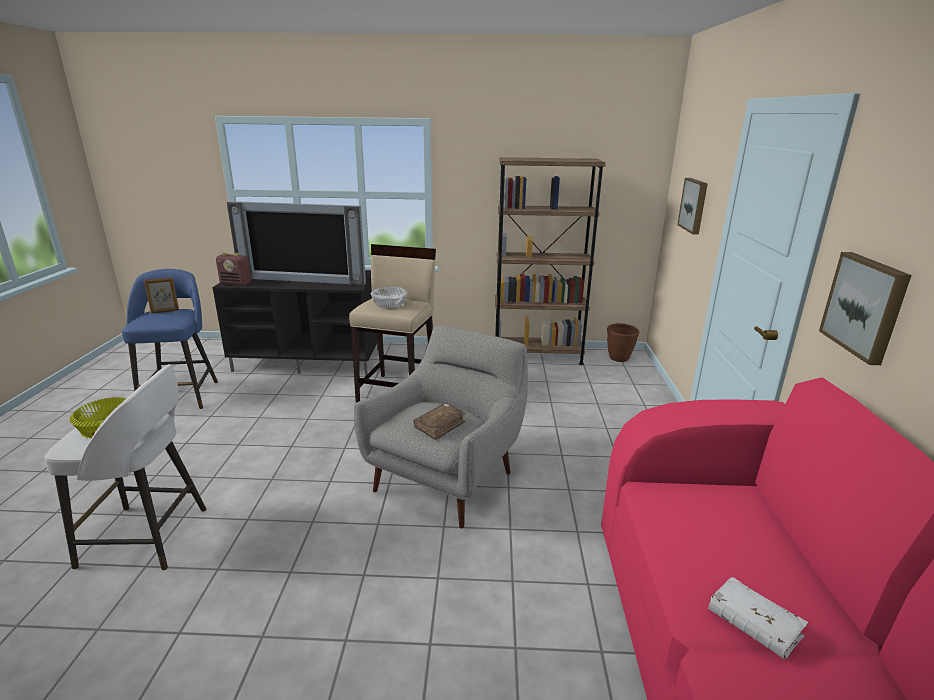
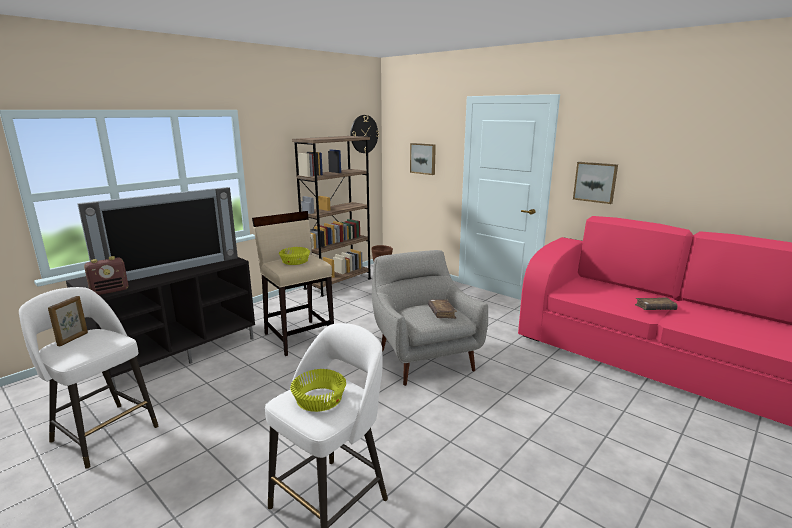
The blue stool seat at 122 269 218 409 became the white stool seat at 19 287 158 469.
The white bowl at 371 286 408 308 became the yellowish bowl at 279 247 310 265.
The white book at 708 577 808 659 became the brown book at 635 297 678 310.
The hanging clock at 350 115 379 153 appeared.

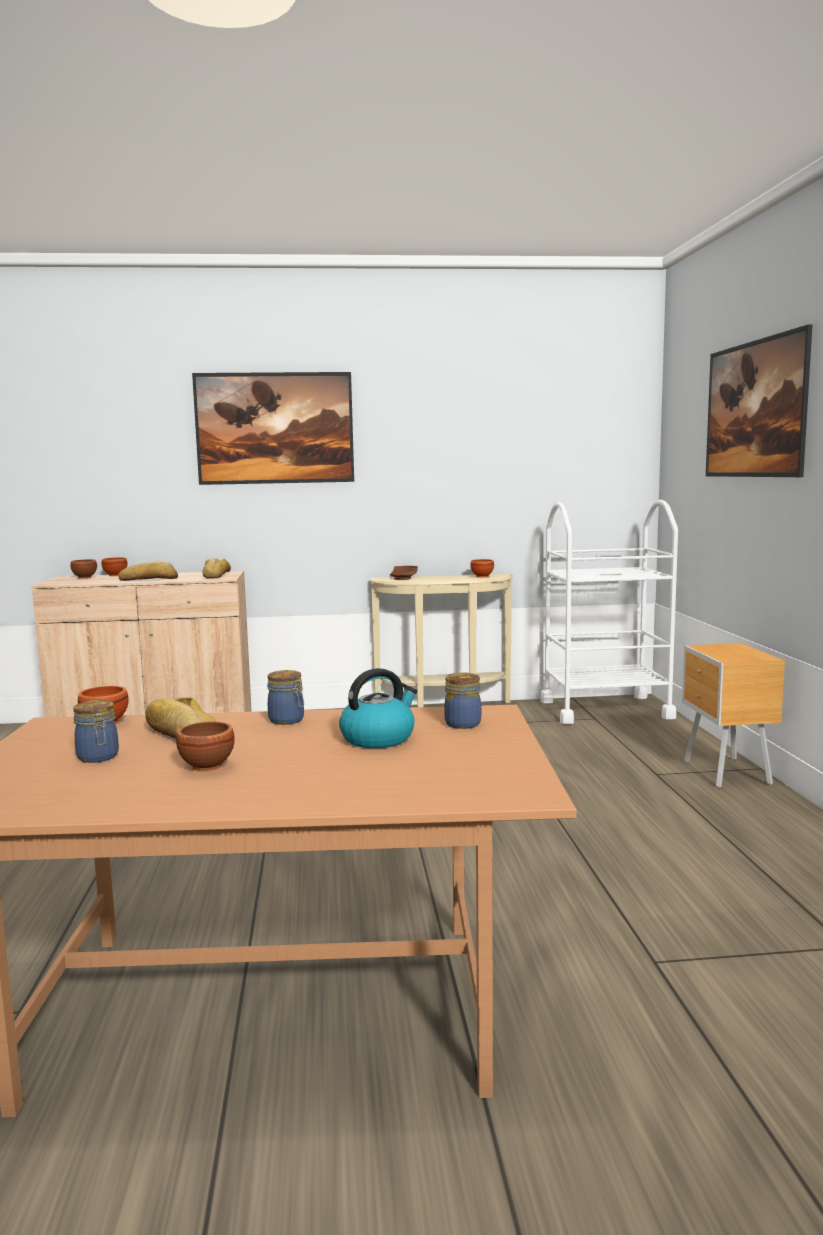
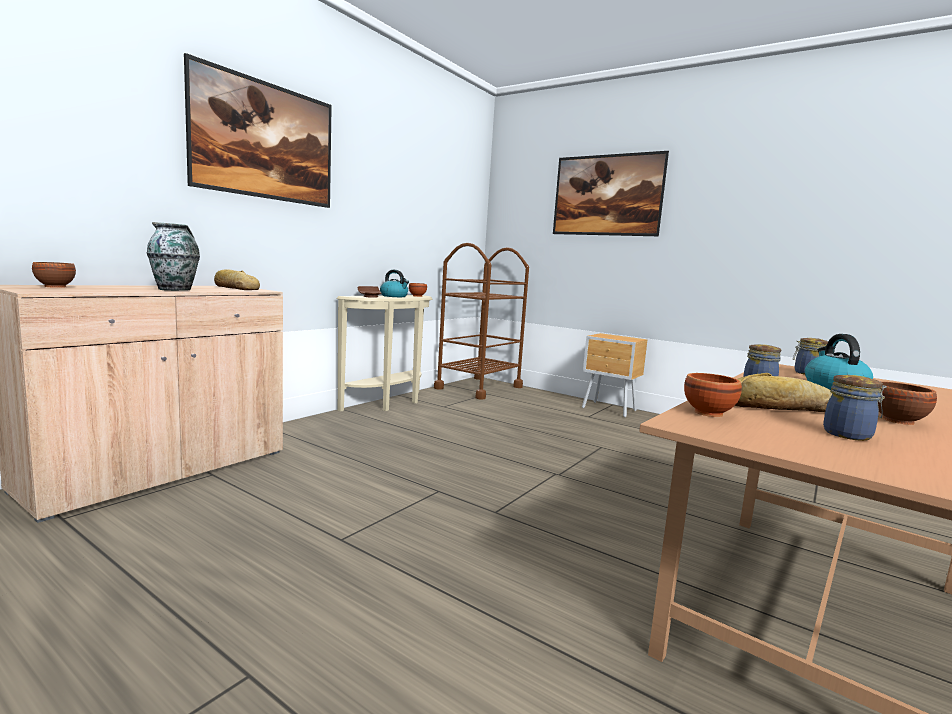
The white trolley at 541 500 678 724 became the brown trolley at 434 243 529 400.
The brown bowl at 101 557 127 576 disappeared.
The bread at 118 562 178 581 was replaced by the decorative vase at 147 222 200 291.
The kettle at 380 270 409 297 appeared.

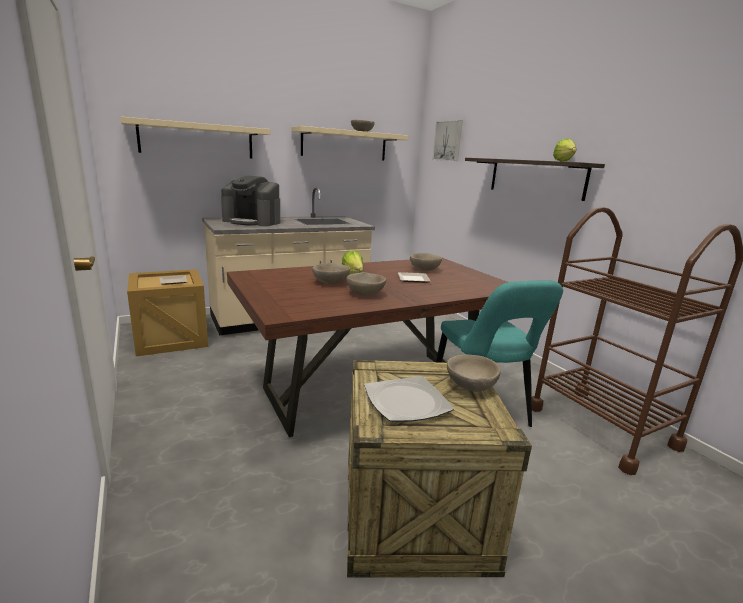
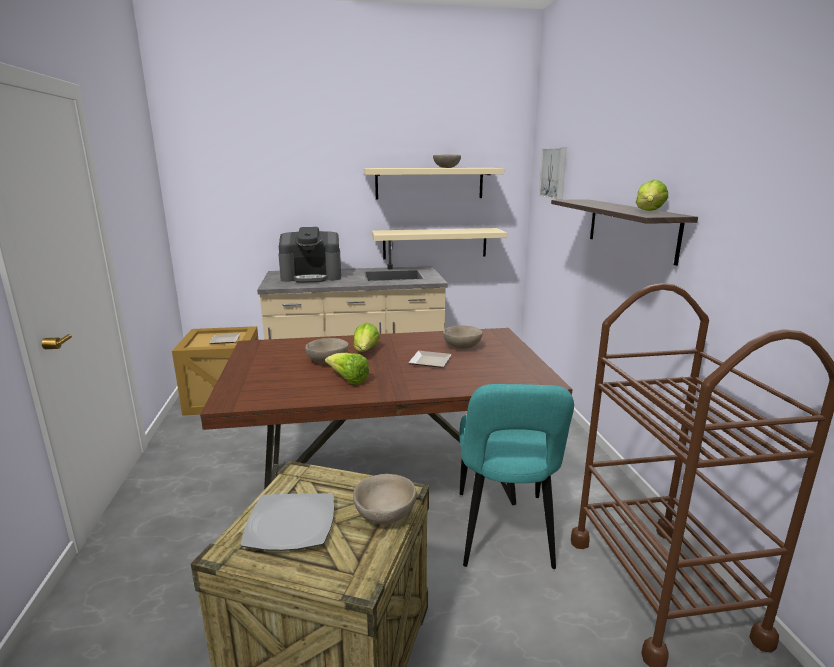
The beige-coloured wall shelf moved from 120 117 270 158 to 372 228 507 259.
The coffee maker at 221 176 280 226 turned 45 degrees counterclockwise.
The beige-coloured bowl at 346 272 386 296 was replaced by the lettuce at 325 353 369 385.

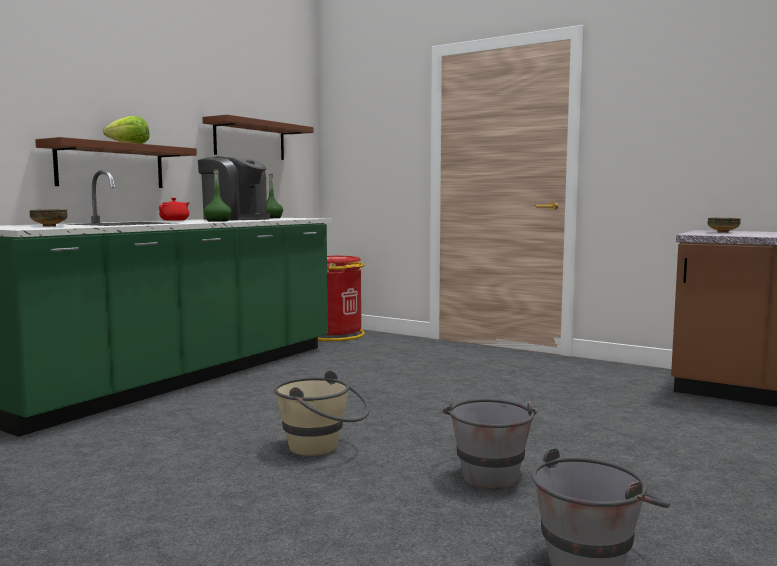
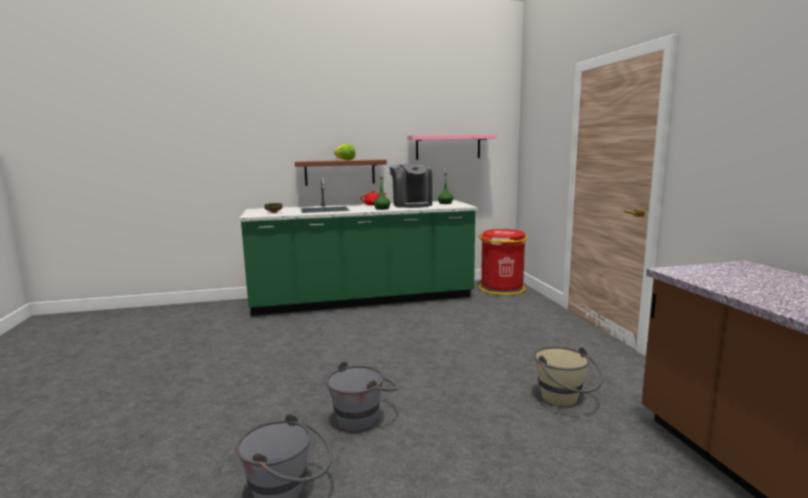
The brown wall shelf at 203 115 314 160 became the pink wall shelf at 407 134 497 160.
The bowl at 708 218 741 233 disappeared.
The beige-coloured bucket moved from 274 371 370 456 to 534 346 603 407.

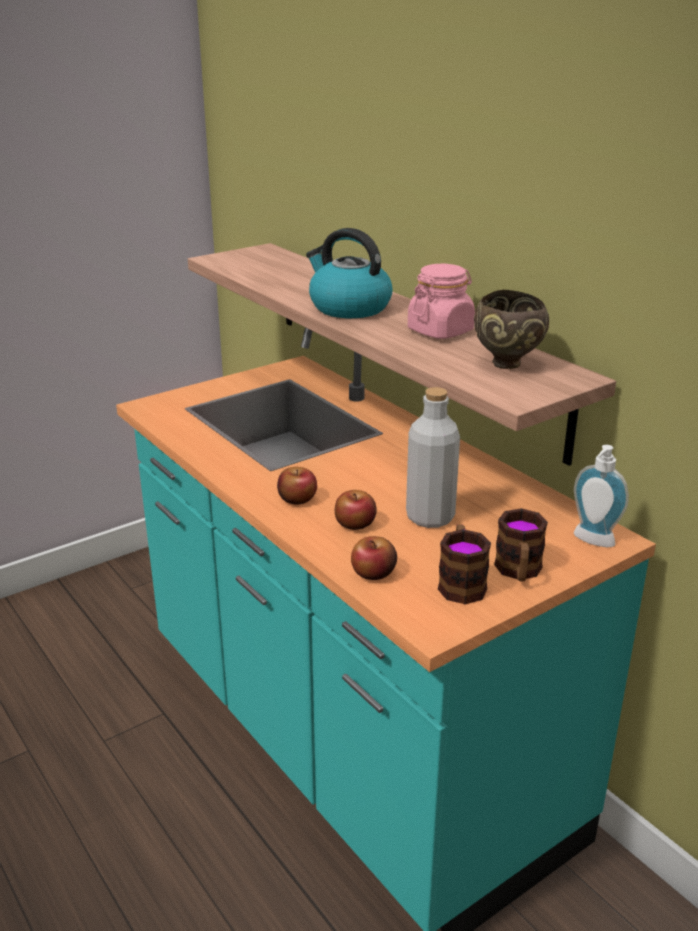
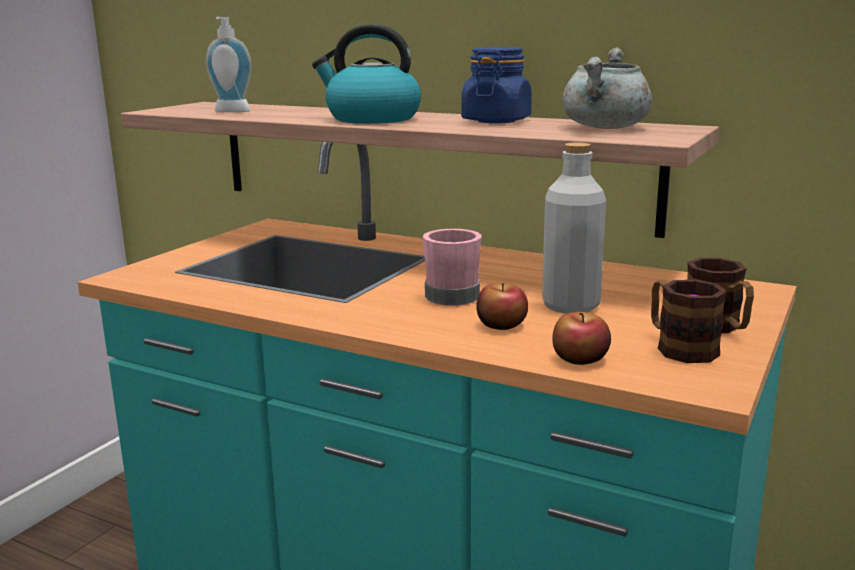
The pink preserve jar at 408 264 475 339 became the blue preserve jar at 461 47 532 123.
The brown bowl at 474 290 549 369 was replaced by the gray stockpot at 562 47 652 129.
The soap bottle moved from 574 445 629 547 to 206 17 252 112.
The apple at 277 467 317 504 disappeared.
The pink mug at 423 229 482 306 appeared.

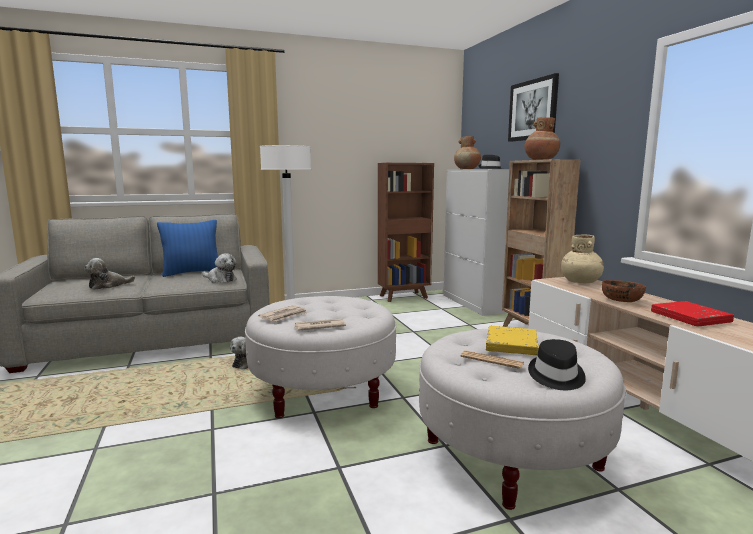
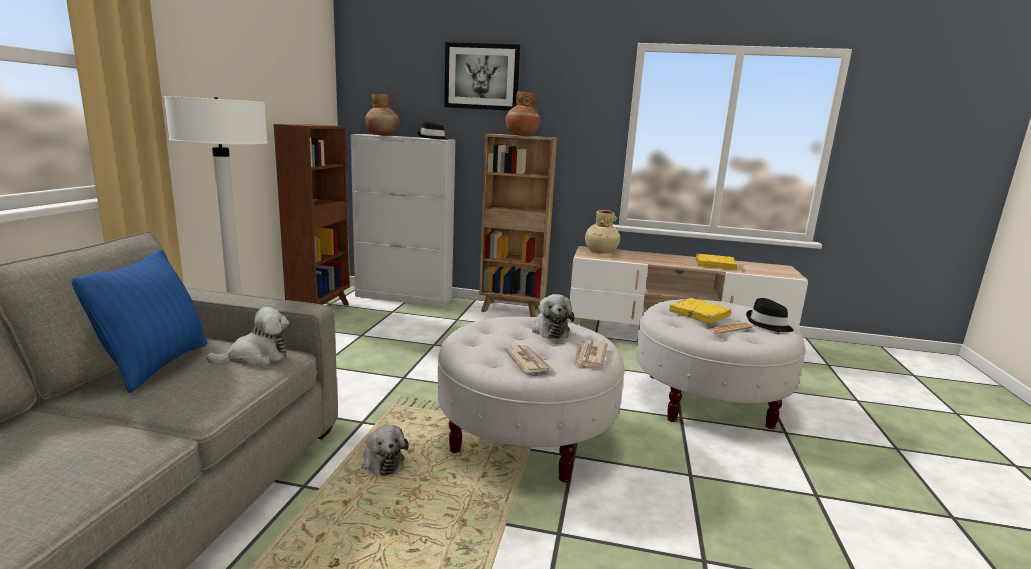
The soft toy moved from 84 258 135 290 to 532 294 574 339.
The brown bowl at 602 280 646 302 disappeared.
The red-coloured book at 651 301 734 326 became the yellowish book at 696 254 737 270.

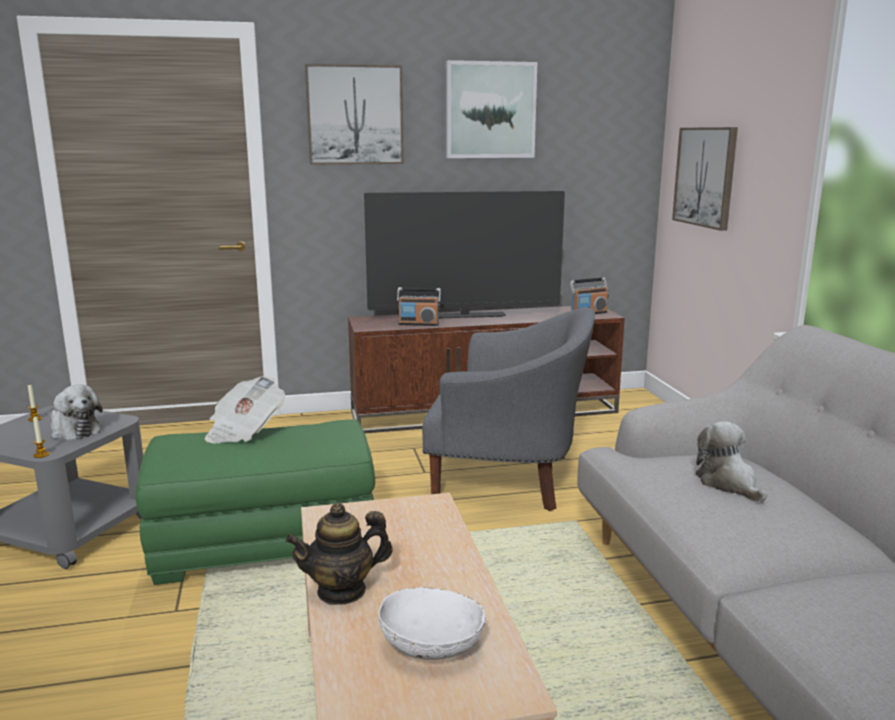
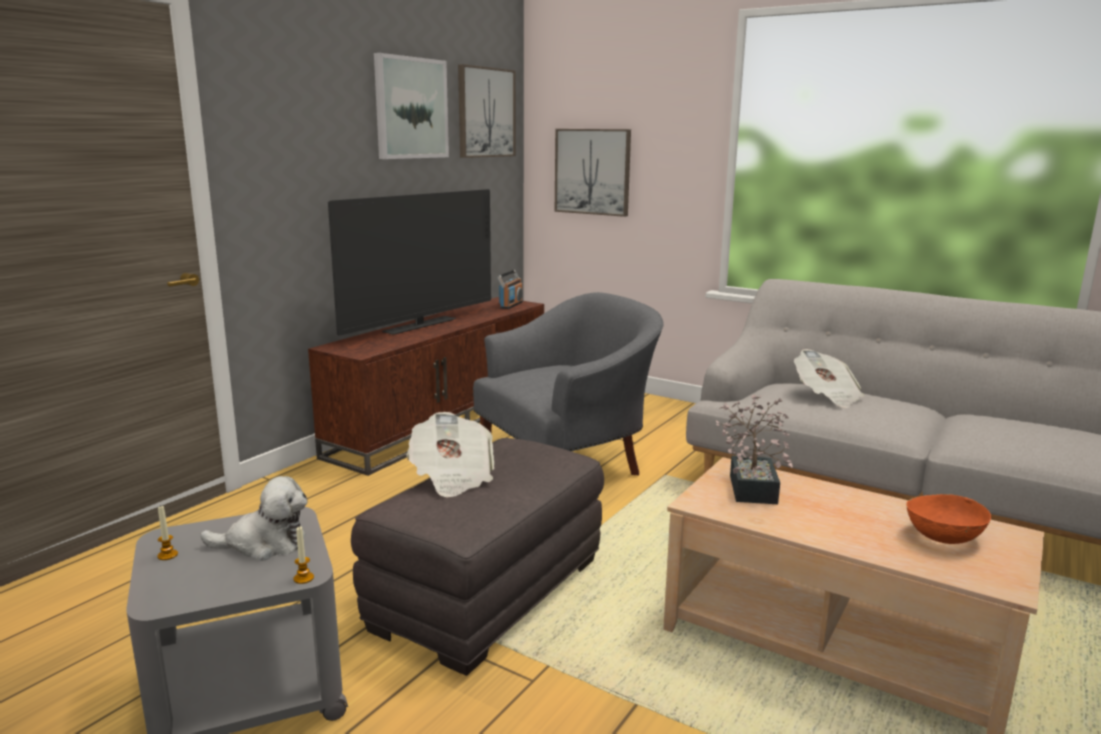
The picture moved from 305 64 404 165 to 458 64 516 158.
The radio set at 397 287 441 326 disappeared.
The green footrest at 136 419 375 585 became the gray footrest at 351 438 604 676.
The soft toy at 696 421 767 503 was replaced by the daily paper at 794 349 865 408.
The tea pot at 285 503 393 605 disappeared.
The white bowl at 378 587 486 660 became the orange bowl at 906 494 991 544.
The plant in a pot at 716 394 793 504 appeared.

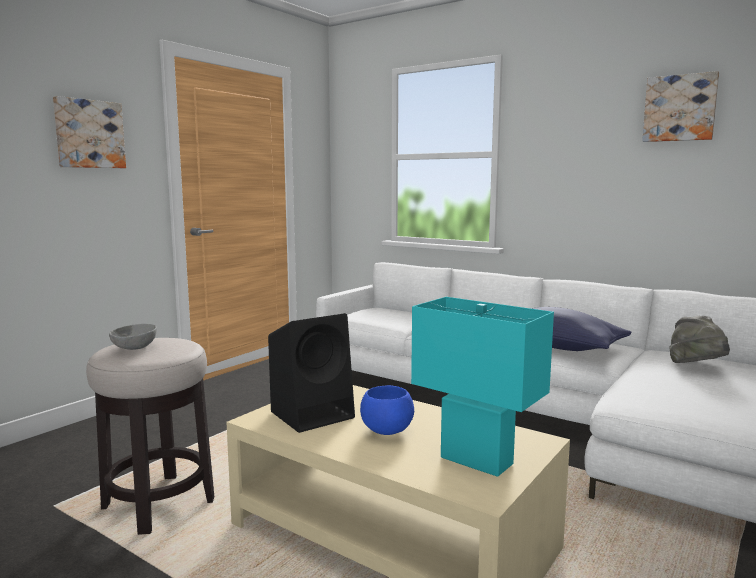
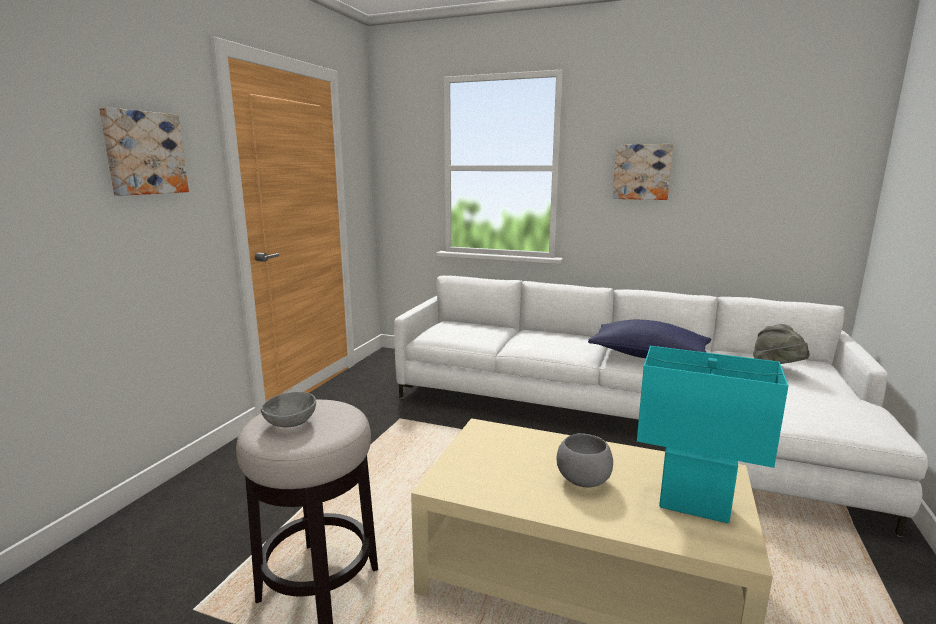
The picture moved from 642 71 719 142 to 613 144 673 200.
The black speaker at 268 313 355 433 disappeared.
The blue bowl at 360 385 414 435 became the gray bowl at 557 433 613 487.

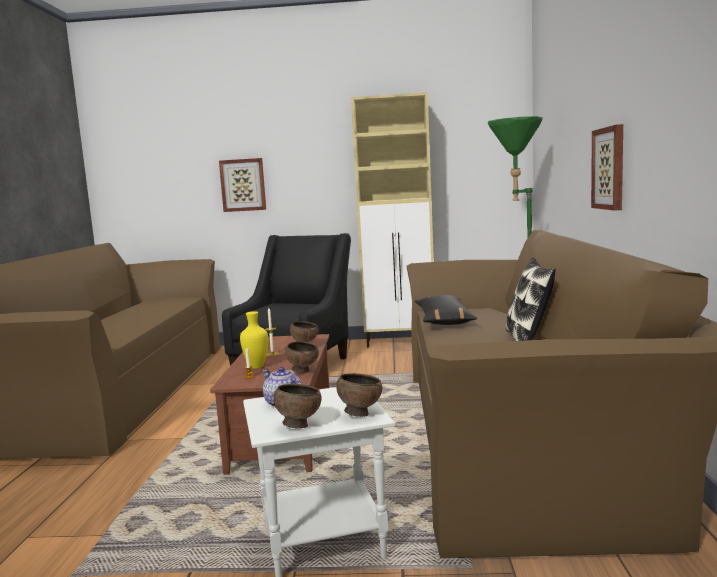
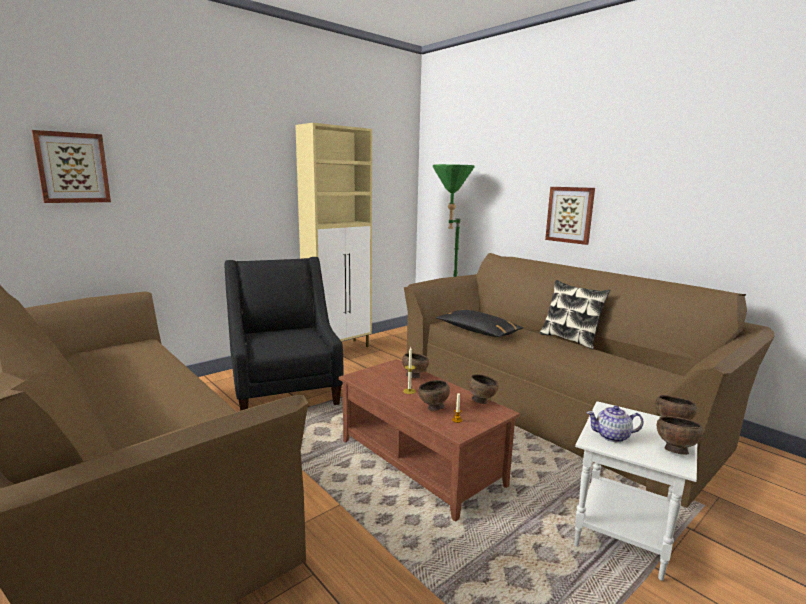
The picture moved from 219 158 266 212 to 32 130 111 203.
The yellowish decorative vase at 240 311 268 369 was replaced by the brown bowl at 418 380 450 411.

